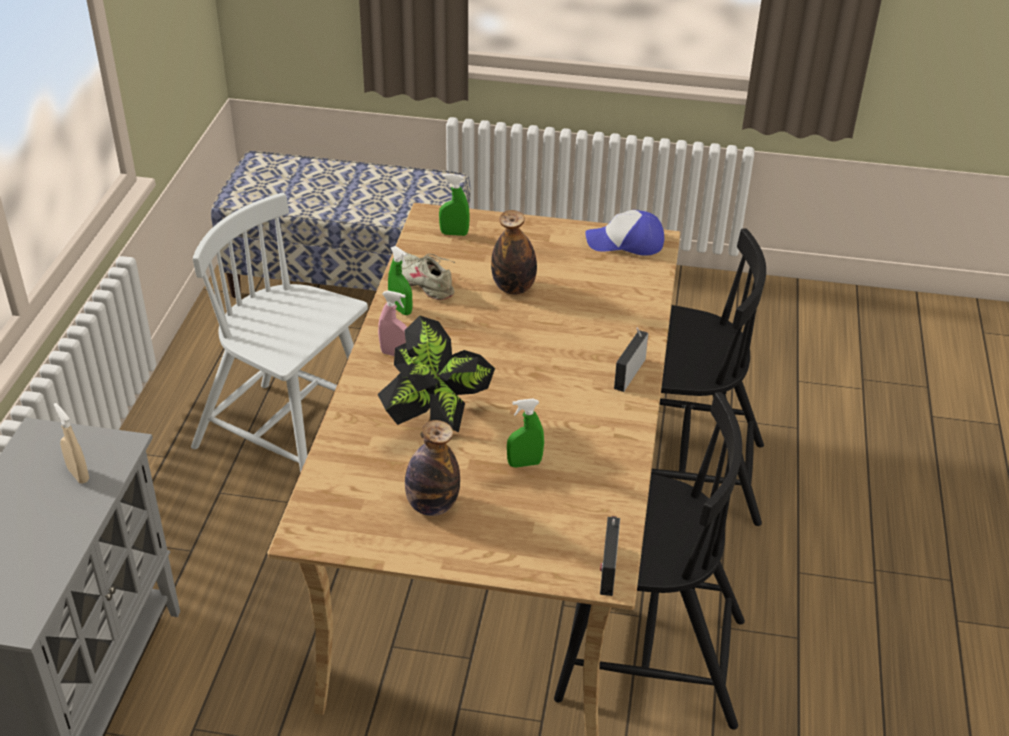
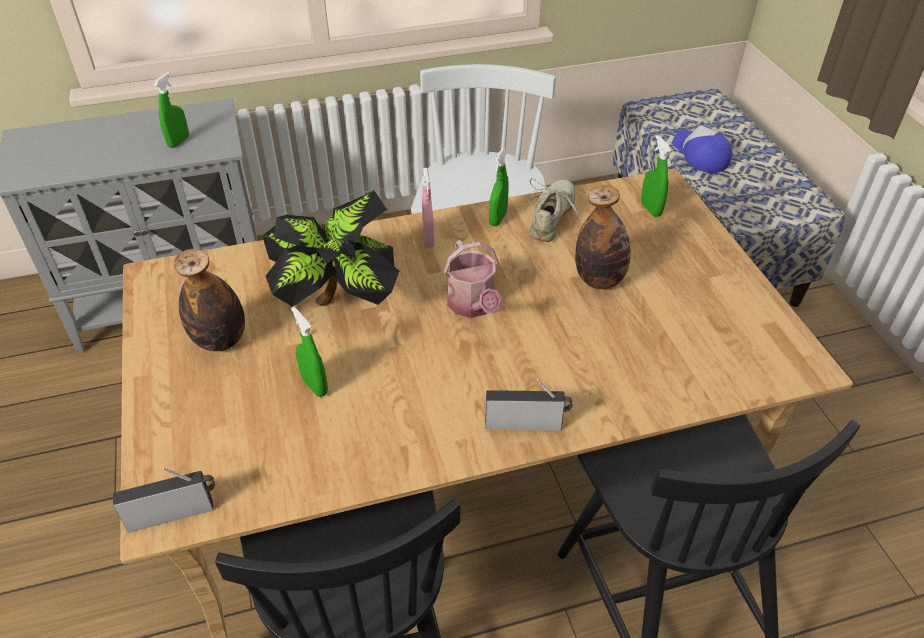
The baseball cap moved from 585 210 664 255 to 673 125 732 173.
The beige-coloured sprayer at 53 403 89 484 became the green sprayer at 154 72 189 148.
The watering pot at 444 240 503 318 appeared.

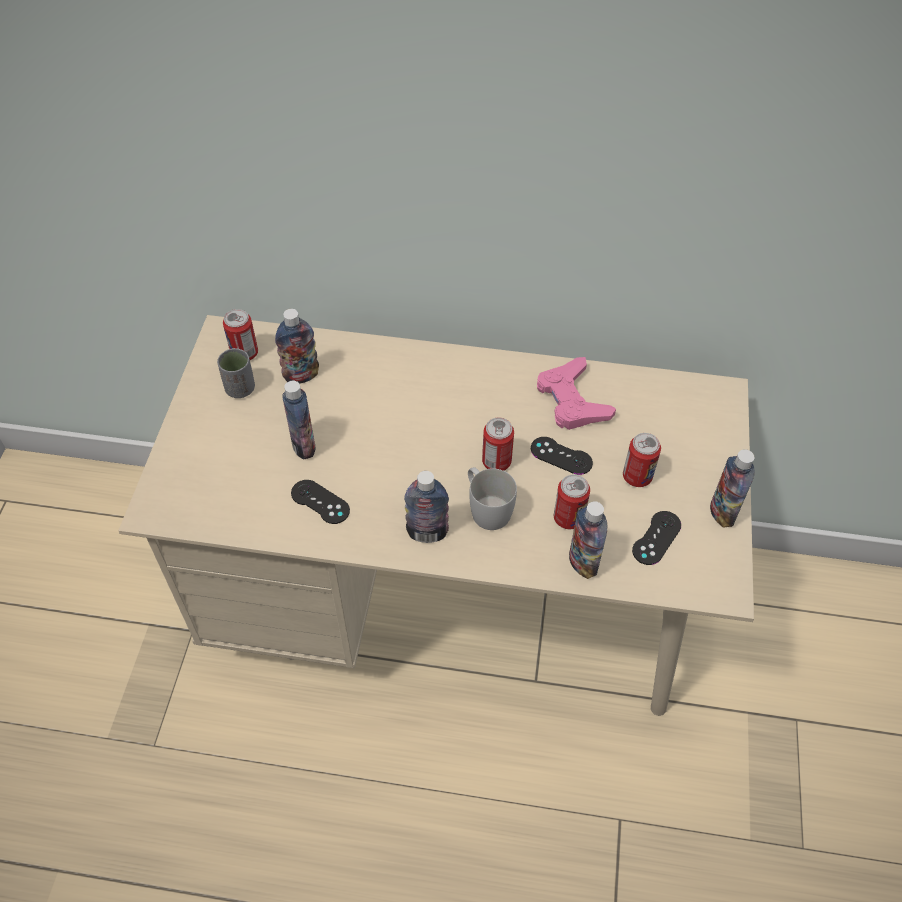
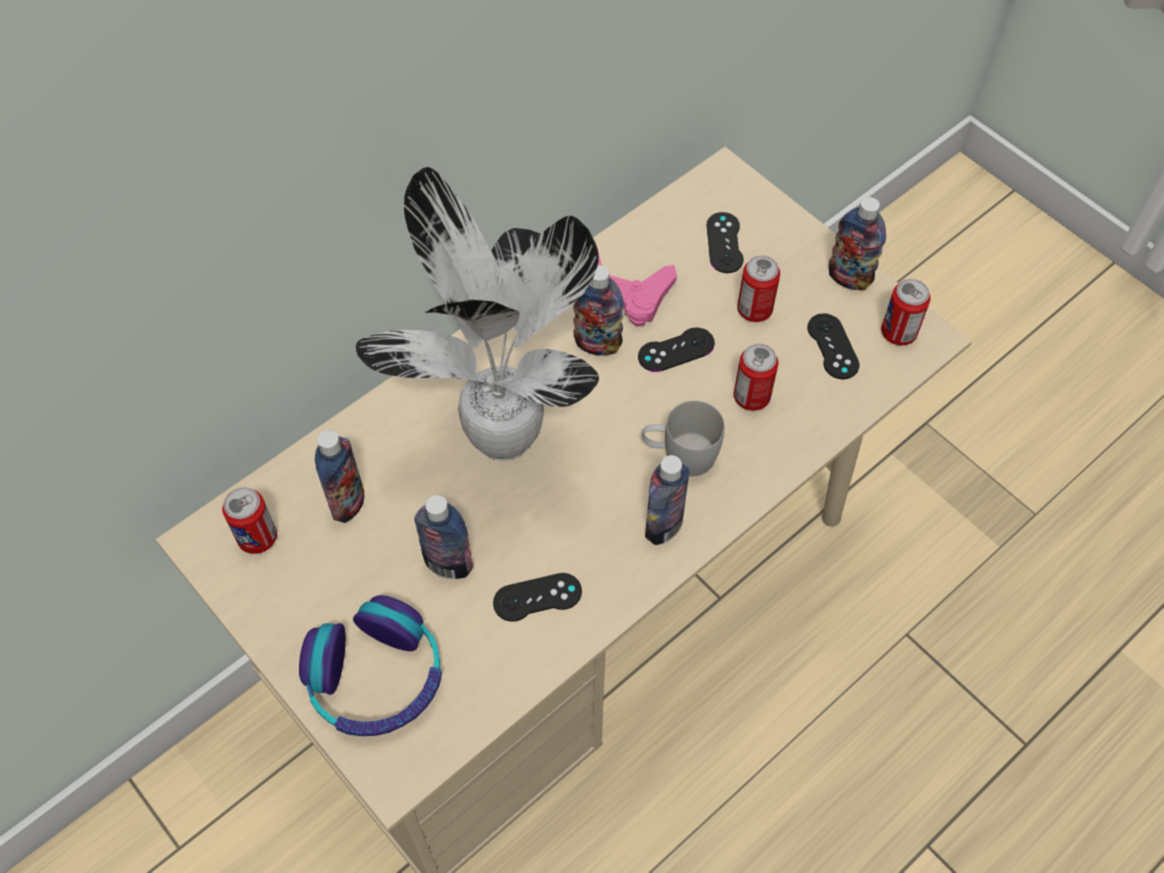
The gray cup at 217 348 255 398 disappeared.
The metal can moved from 482 418 514 471 to 881 279 931 345.
The drink bottle moved from 569 501 607 579 to 573 265 624 356.
The plant in a pot at 356 167 599 461 appeared.
The black joypad at 707 212 744 273 appeared.
The headphones at 299 595 442 736 appeared.

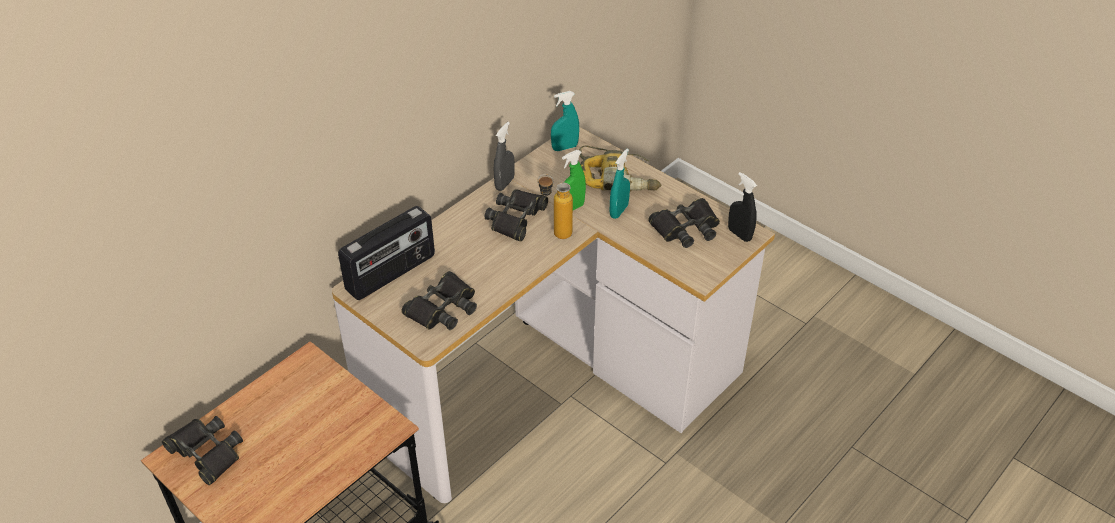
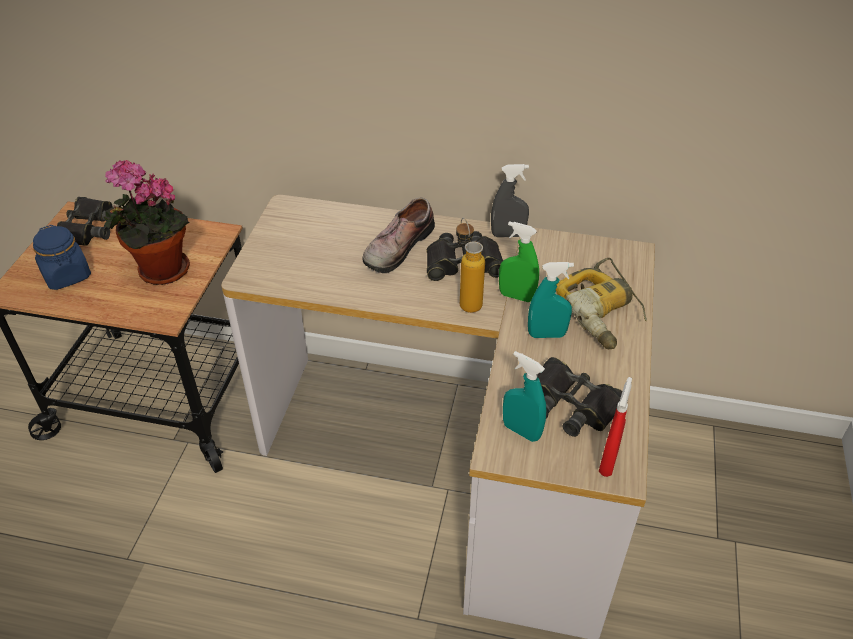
The blue-green sprayer moved from 551 91 579 151 to 503 351 546 442.
The black sprayer at 728 172 757 242 became the red-coloured sprayer at 599 377 632 477.
The radio set at 338 206 435 300 disappeared.
The black pair of binoculars at 402 271 477 330 disappeared.
The plant in a pot at 104 160 190 285 appeared.
The shoe at 362 198 435 273 appeared.
The blue preserve jar at 33 225 91 290 appeared.

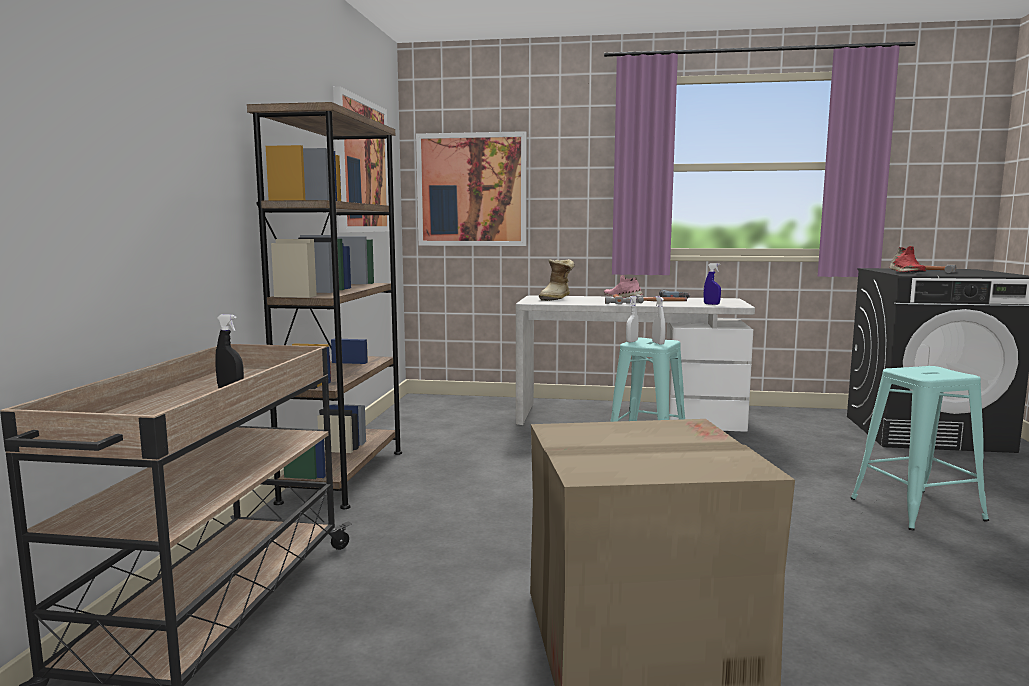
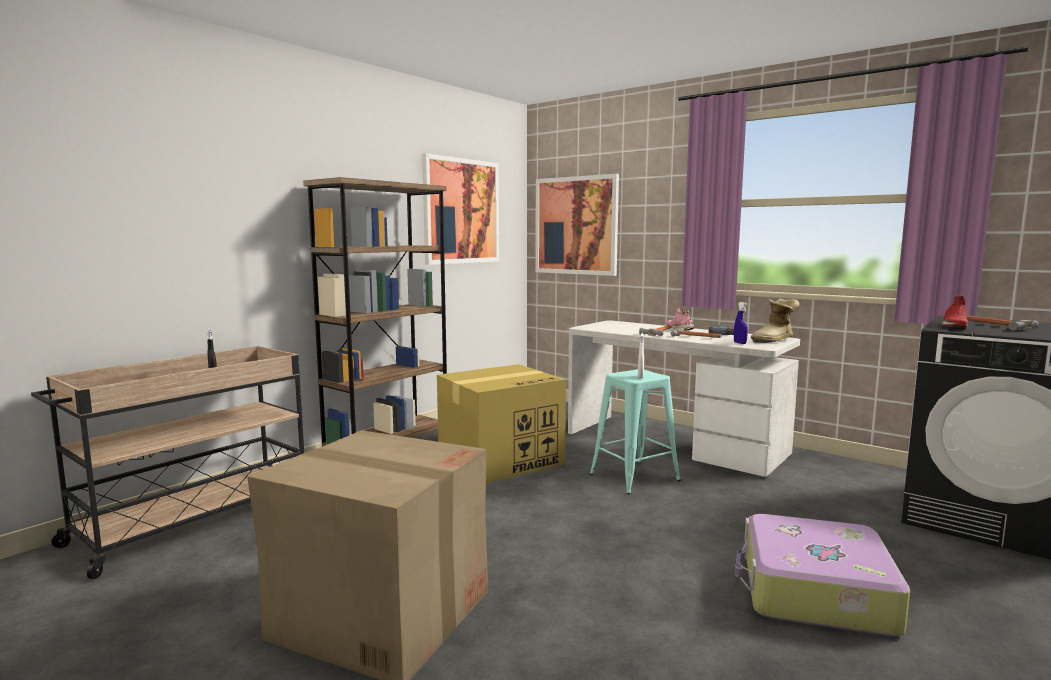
The boot moved from 539 259 574 301 to 751 299 800 343.
The white sprayer at 626 296 639 342 disappeared.
The blue-green stool seat at 851 366 989 530 was replaced by the travel case at 735 514 910 636.
The carton at 437 364 566 483 appeared.

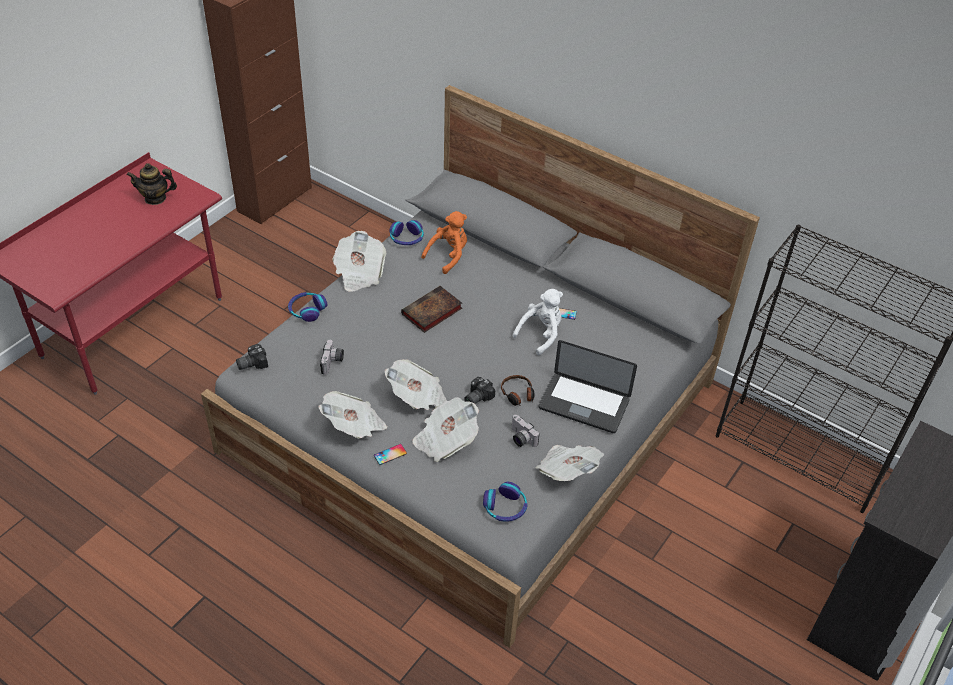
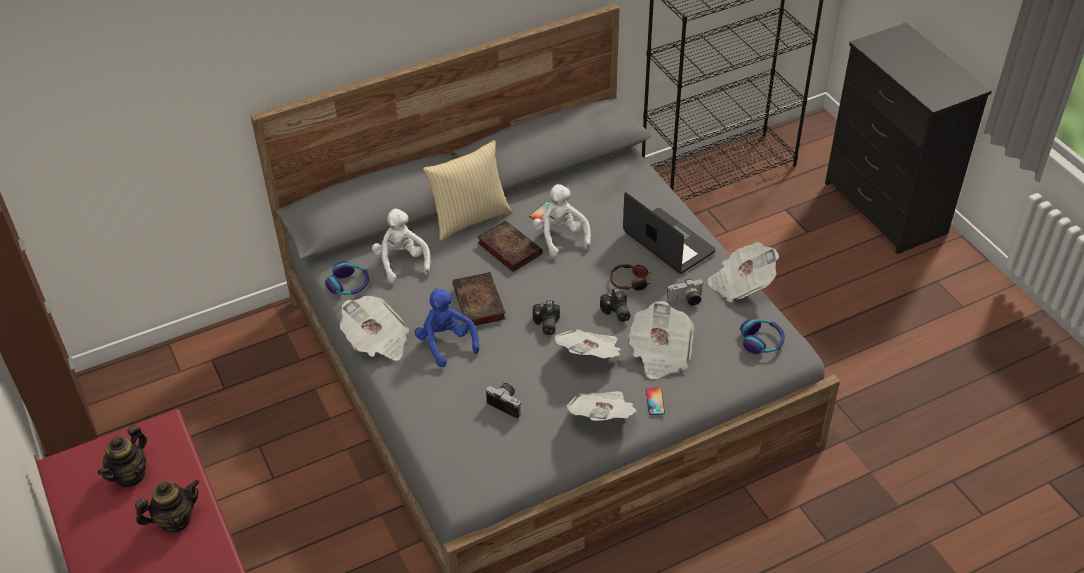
The orange soft toy at 421 211 467 274 became the white soft toy at 372 208 430 283.
The headphones at 288 292 327 322 disappeared.
The notebook computer at 538 340 637 433 turned 90 degrees counterclockwise.
The photo camera moved from 236 344 268 370 to 533 301 560 335.
The throw pillow at 423 140 512 241 appeared.
The book at 478 220 542 272 appeared.
The blue soft toy at 414 288 479 367 appeared.
The tea pot at 135 480 200 532 appeared.

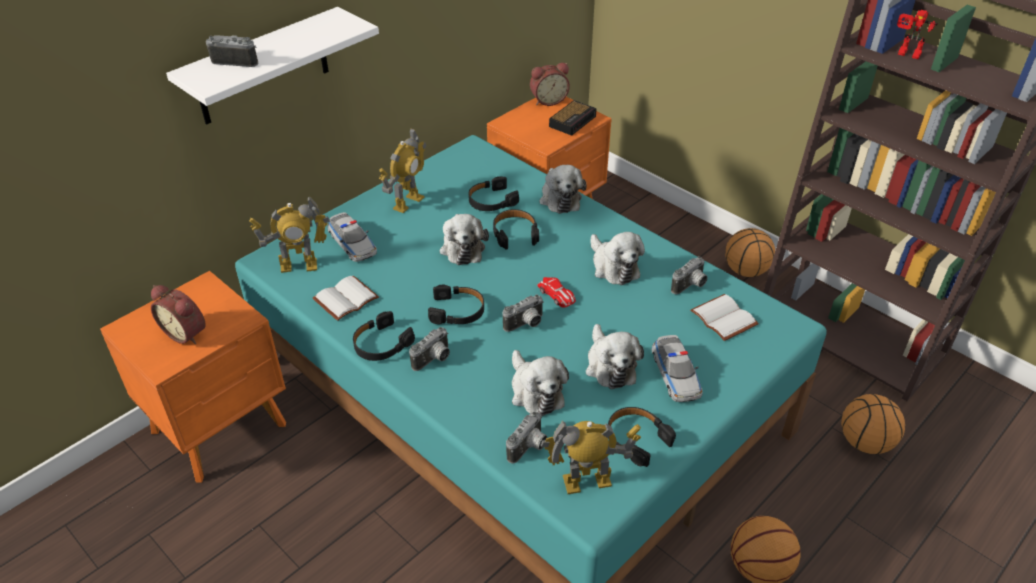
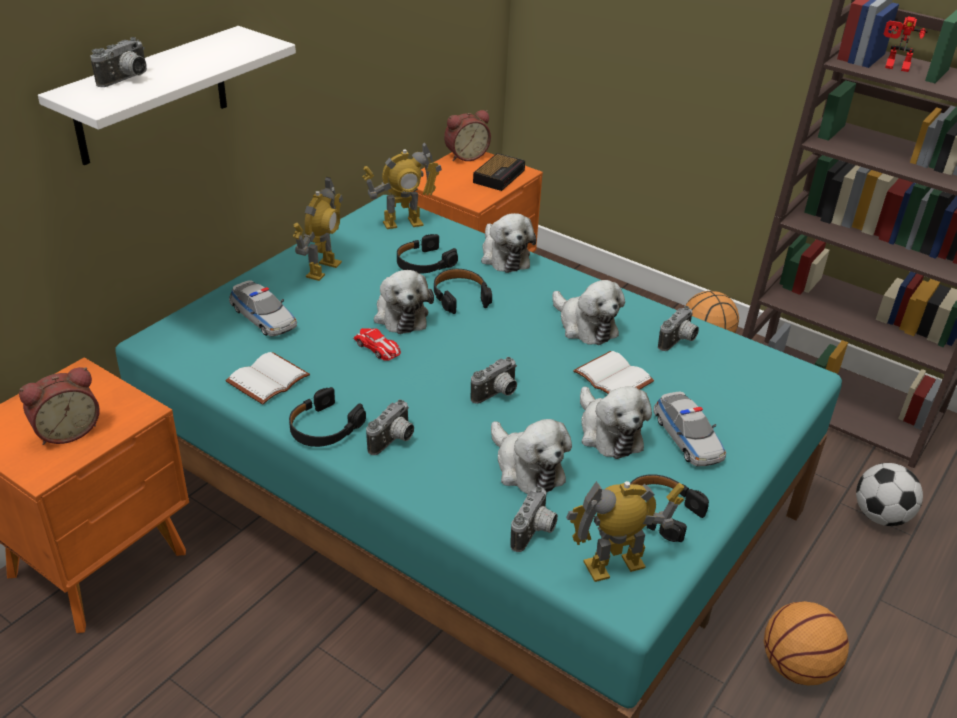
The photo camera at 206 35 259 67 turned 120 degrees clockwise.
The toy robot moved from 249 196 330 273 to 362 142 442 229.
The model car moved from 537 277 576 308 to 353 328 401 361.
The alarm clock at 151 285 206 344 turned 60 degrees counterclockwise.
The black headphones at 428 285 484 324 disappeared.
The white book moved from 690 294 759 341 to 573 351 654 394.
The basketball at 841 394 905 454 was replaced by the ball for football at 856 463 923 526.

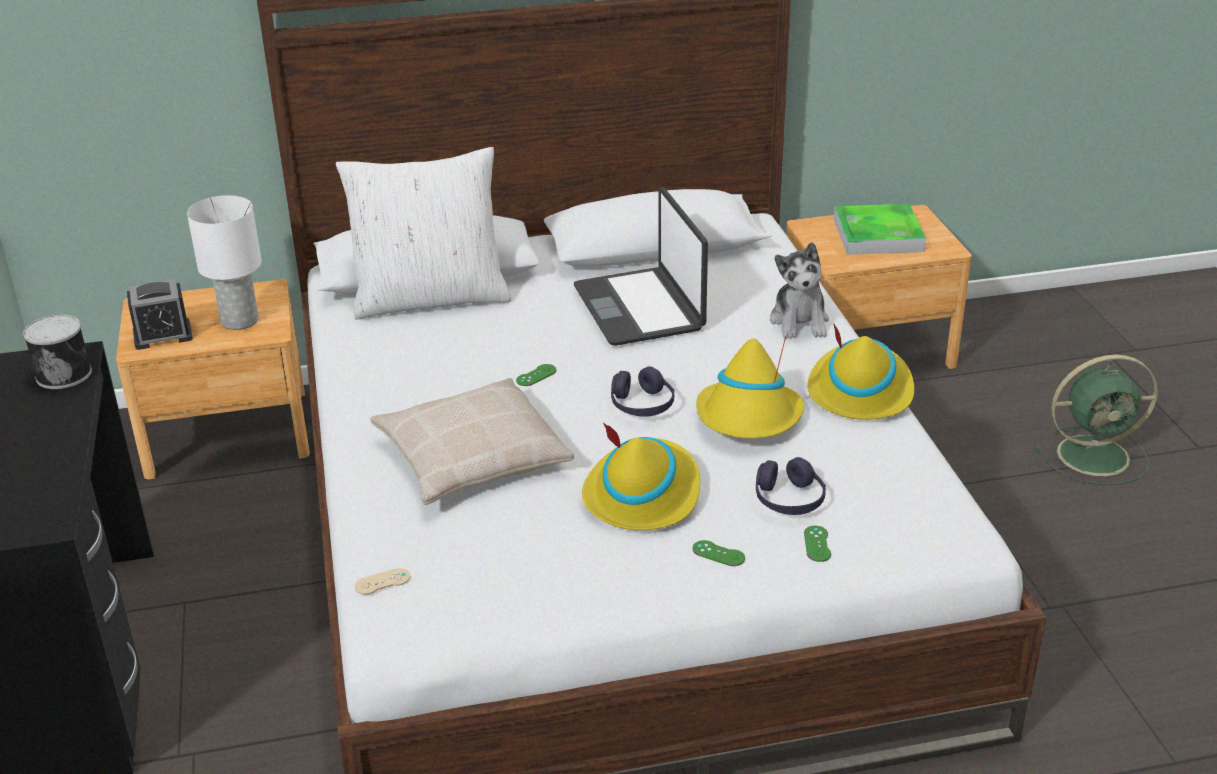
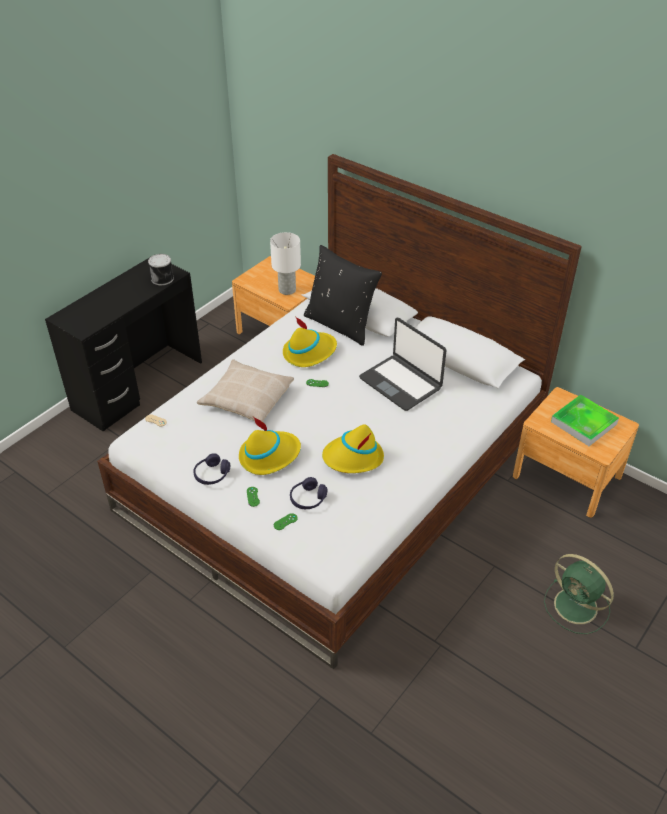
The white throw pillow at 336 147 511 320 became the black throw pillow at 304 245 382 346.
The notebook computer at 574 187 708 346 turned 75 degrees counterclockwise.
The soft toy at 770 242 829 339 disappeared.
The alarm clock at 127 279 193 350 disappeared.
The yellowish clothing hat moved from 807 324 914 420 to 283 317 337 367.
The purplish headphones moved from 611 366 674 417 to 193 453 230 485.

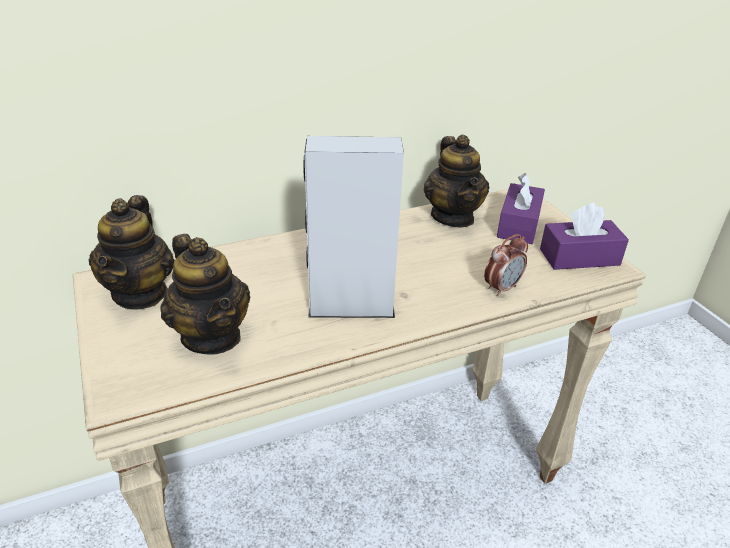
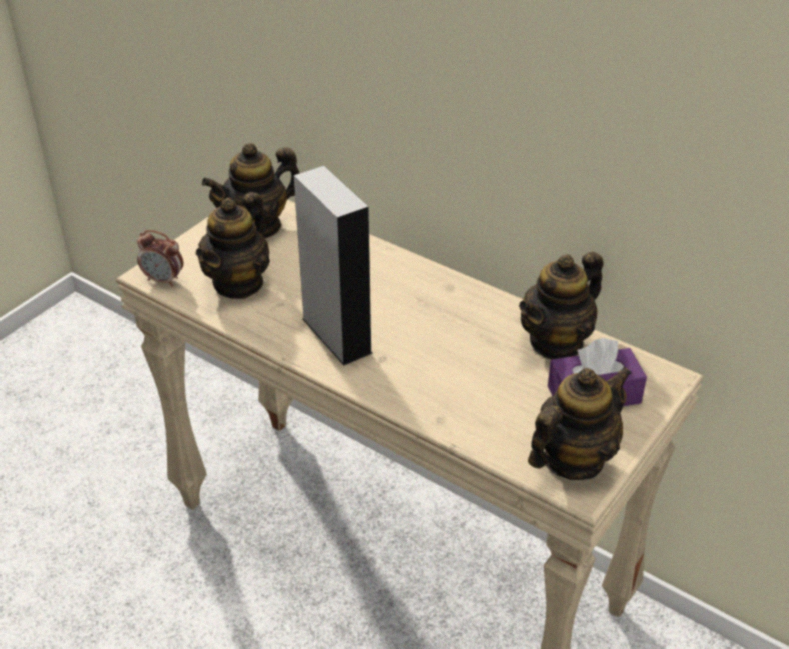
The purplish tissue box at 540 203 629 270 was replaced by the tea pot at 528 366 632 480.
The alarm clock moved from 484 234 528 296 to 137 230 183 287.

